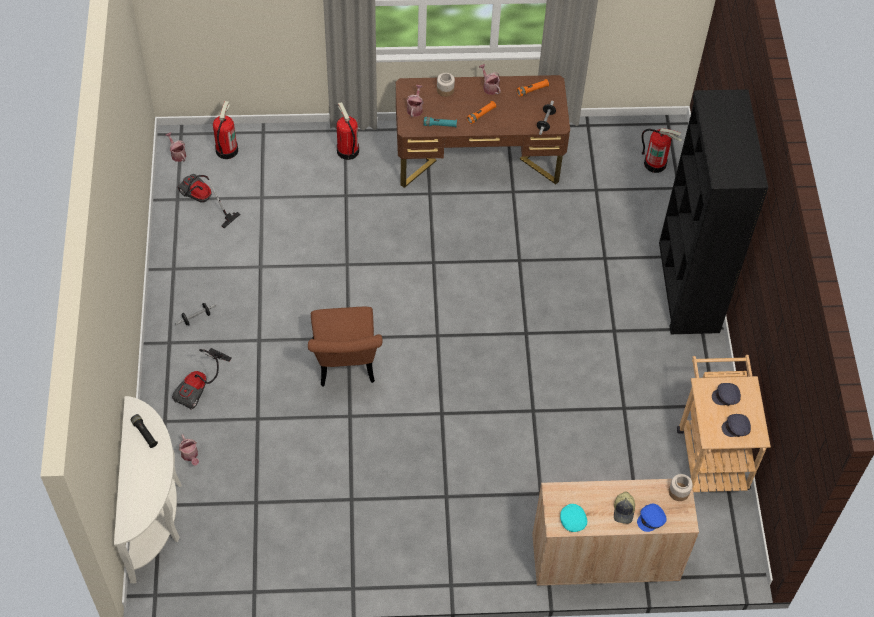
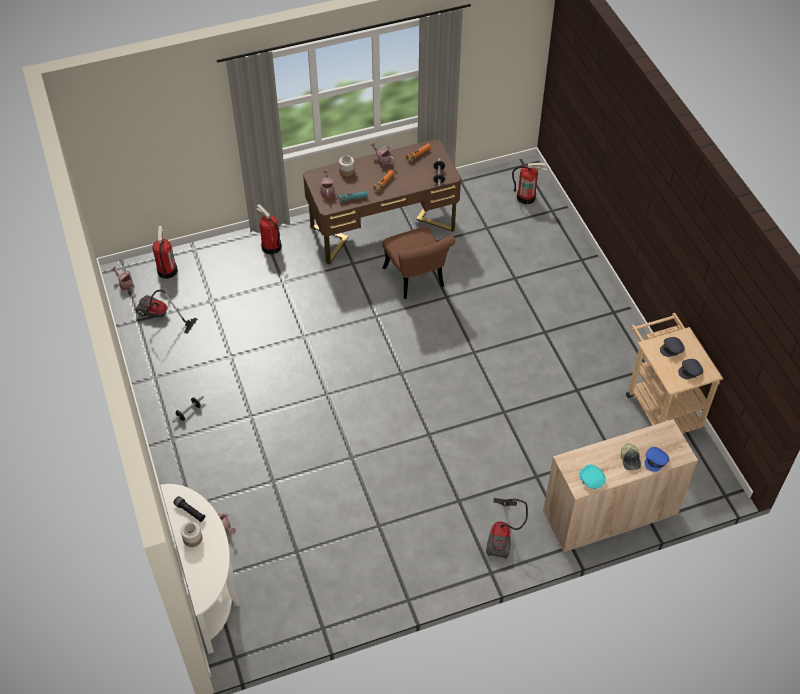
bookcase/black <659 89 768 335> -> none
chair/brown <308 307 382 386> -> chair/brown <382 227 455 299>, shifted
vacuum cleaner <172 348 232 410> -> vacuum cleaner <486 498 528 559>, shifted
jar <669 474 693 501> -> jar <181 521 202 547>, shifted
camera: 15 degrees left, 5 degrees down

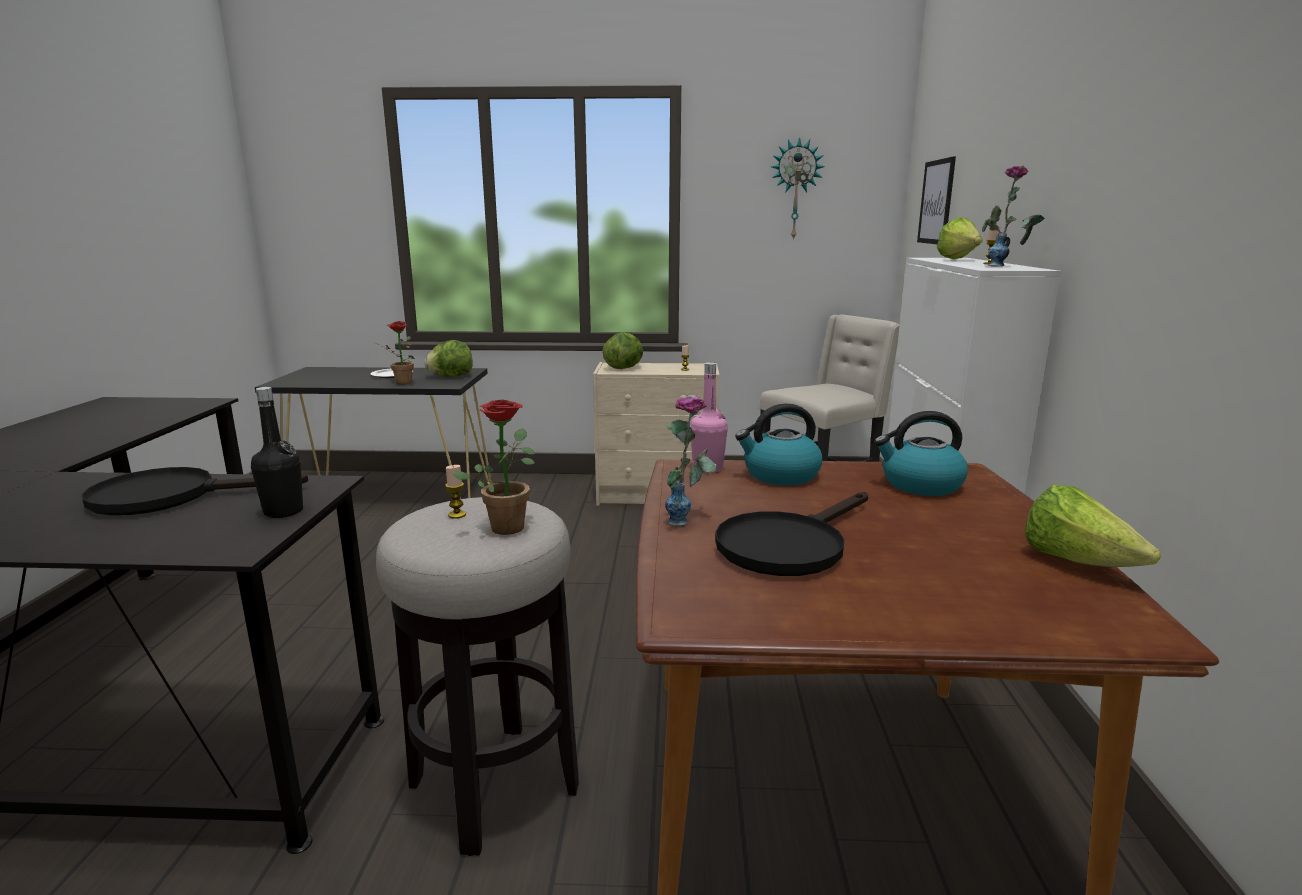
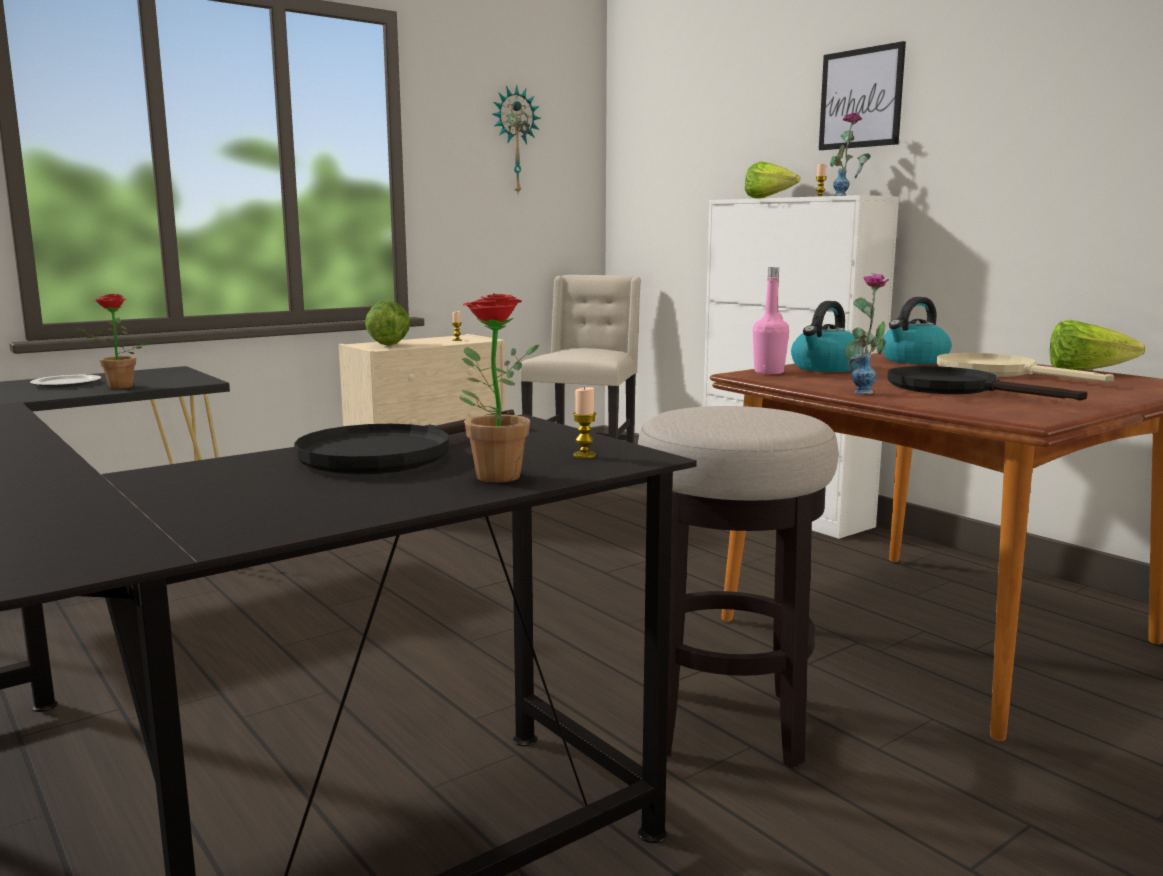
picture <917 157 956 244> -> picture <819 41 906 150>, shifted
lettuce <424 340 473 377> -> none
bottle/black <251 387 303 518> -> none
potted plant <452 400 536 535> -> potted plant <459 293 539 483>, shifted
candle <445 465 466 519> -> candle <573 387 596 458>, shifted
frying pan/black <715 492 868 576> -> frying pan/black <887 366 1088 401>, 135 degrees clockwise
none -> frying pan/beige <937 353 1114 383>
camera: 40 degrees left, 5 degrees down

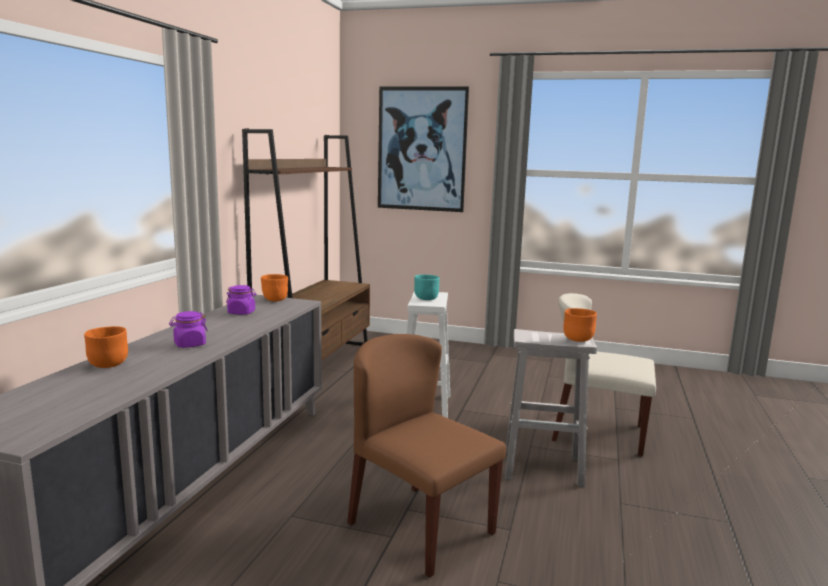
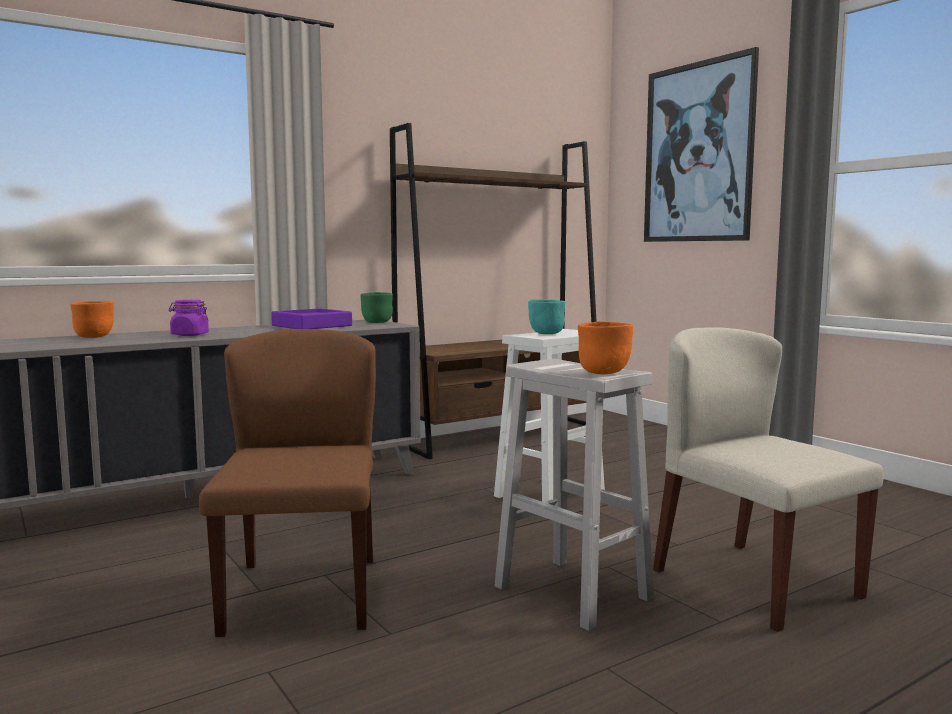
bowl/orange <261 274 288 301> -> bowl/green <361 292 393 323>
jar/purple <226 285 256 315> -> tray/purple <271 308 352 329>
camera: 40 degrees right, 5 degrees down

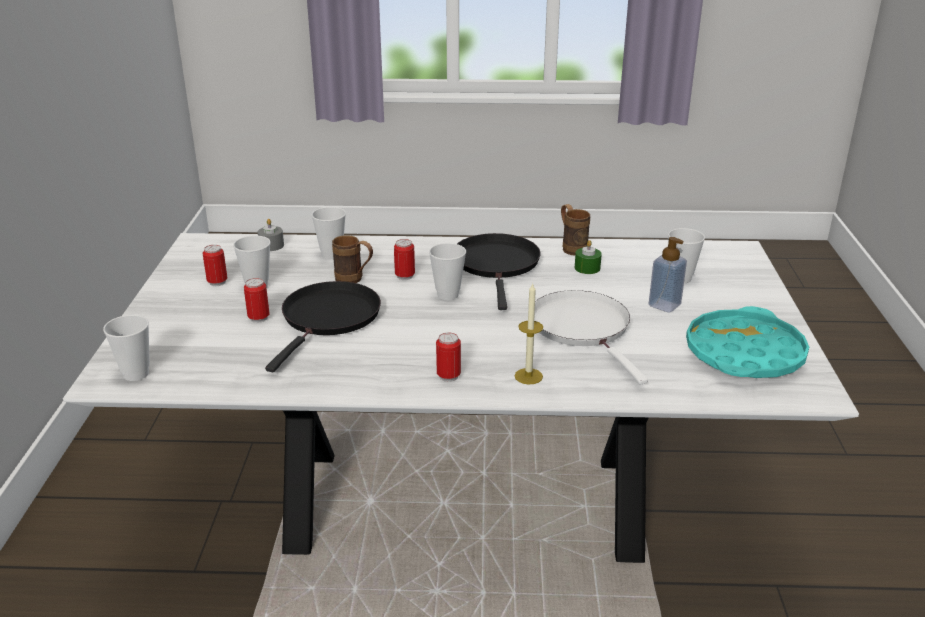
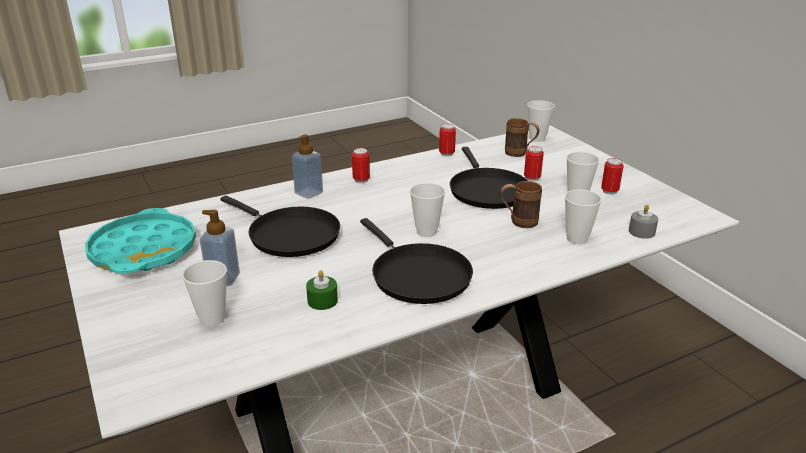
mug/brown <561 204 590 255> -> mug/brown <505 118 540 157>, shifted
can <394 239 415 280> -> can <439 124 456 157>, shifted
candle <515 282 543 384> -> soap dispenser <292 135 323 199>
frying pan/white <534 290 648 384> -> frying pan/black <221 196 340 257>
camera: 150 degrees right, 0 degrees up

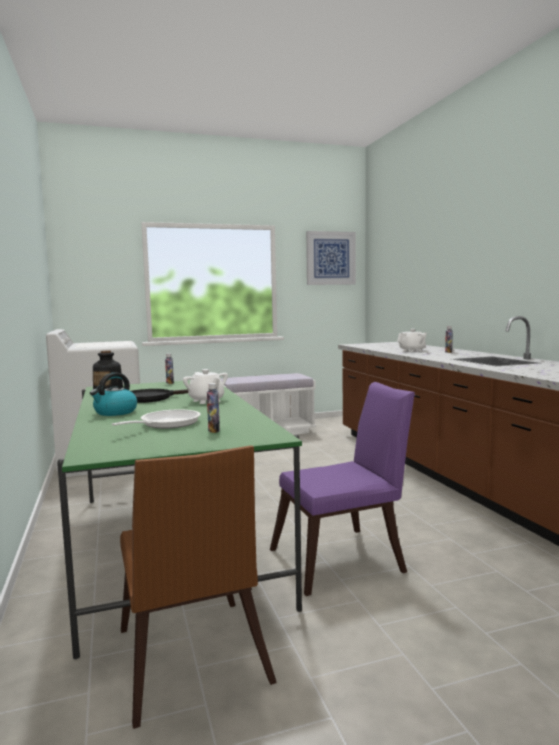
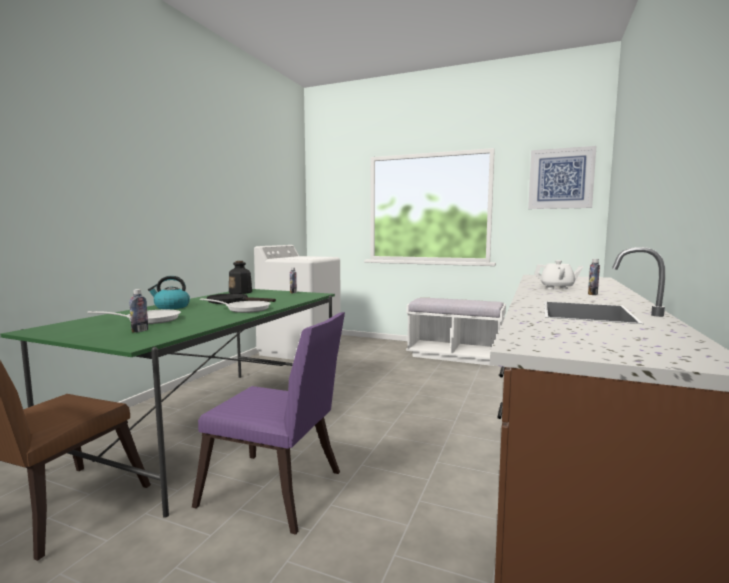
teapot/white <183 369 228 404> -> frying pan <200 298 271 313>
camera: 40 degrees right, 0 degrees up

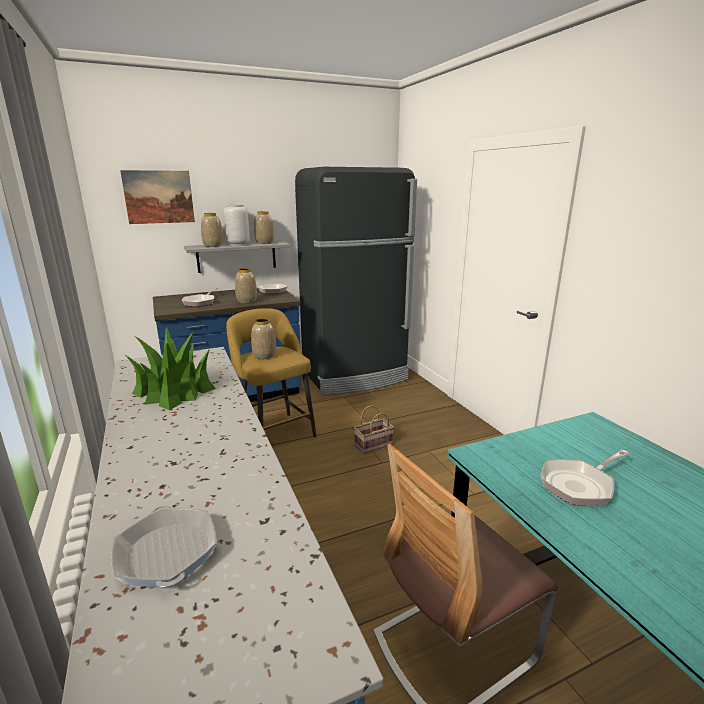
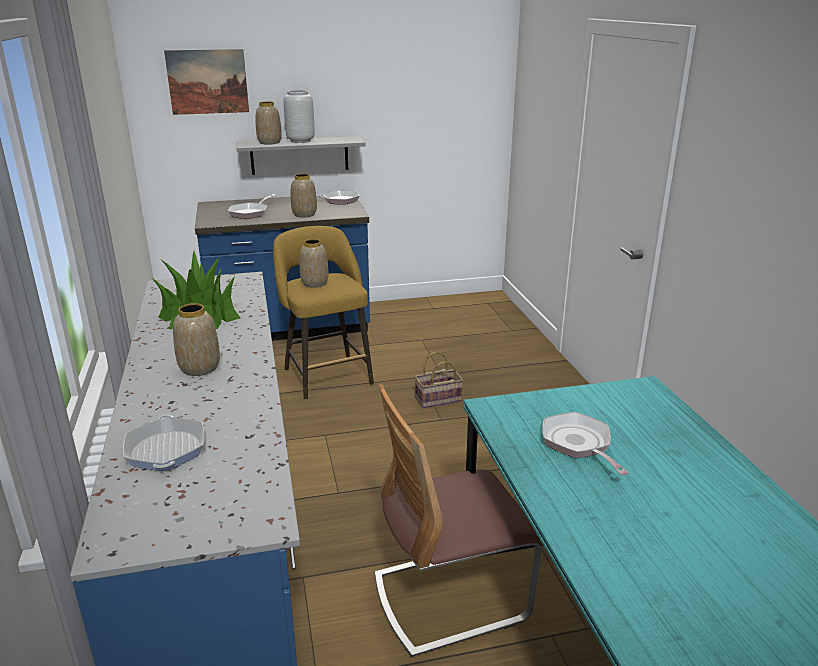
fridge/black <295 167 417 395> -> none
vase <254 211 274 244> -> vase <173 303 220 376>, shifted
frying pan <541 450 630 506> -> frying pan <543 412 629 475>, 90 degrees clockwise
camera: 10 degrees right, 5 degrees up

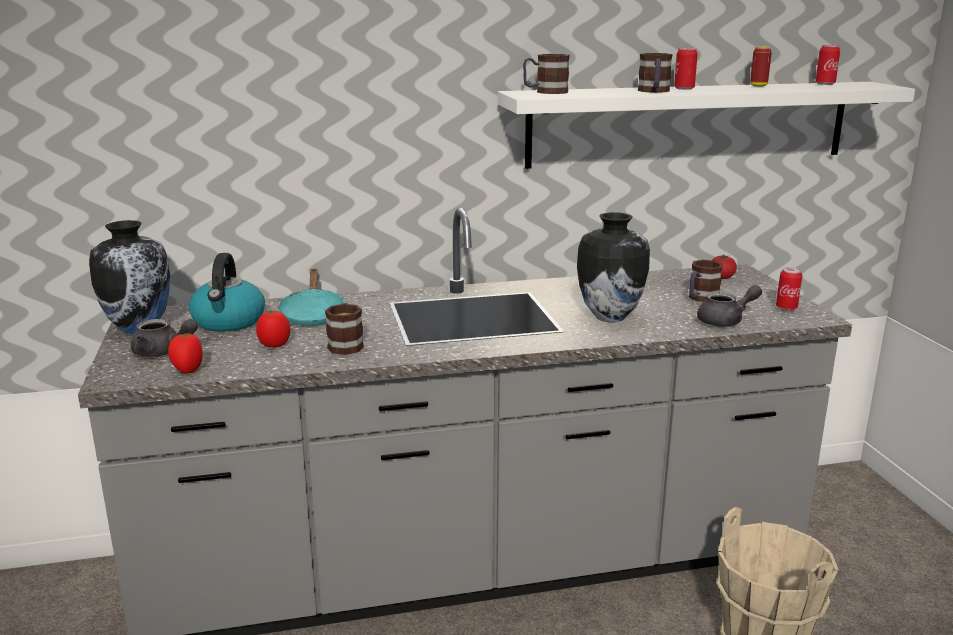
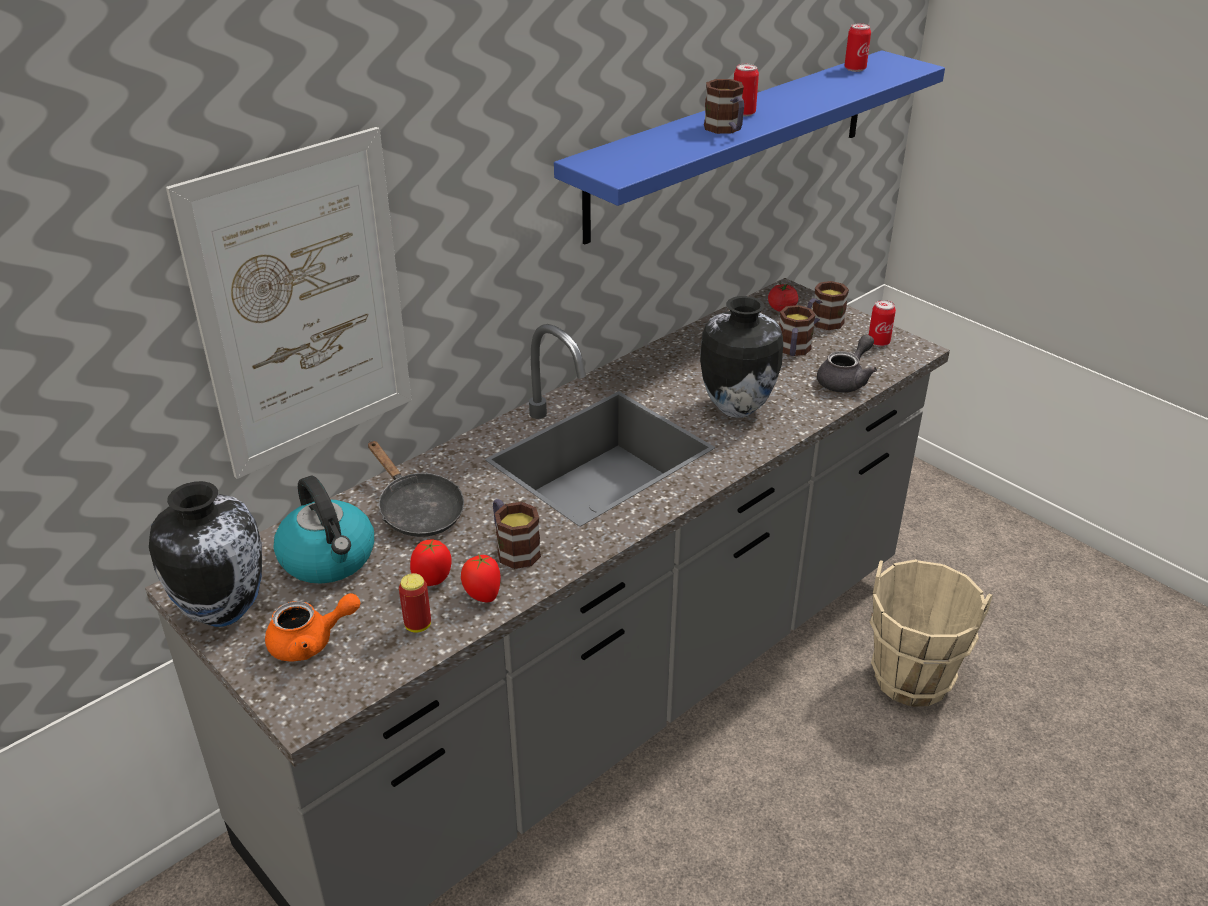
can <750 46 772 87> -> can <399 573 431 633>, shifted
mug <523 54 570 94> -> mug <807 281 849 330>, shifted
shelf/white <498 82 915 169> -> shelf/blue <554 50 945 244>
frying pan/turquoise <277 269 344 326> -> frying pan/black <368 441 464 537>
teapot/grey <131 319 198 357> -> teapot/orange <265 593 361 662>
tomato <168 332 203 374> -> tomato <461 554 501 602>, shifted
none -> picture <166 127 412 479>
camera: 30 degrees left, 15 degrees up

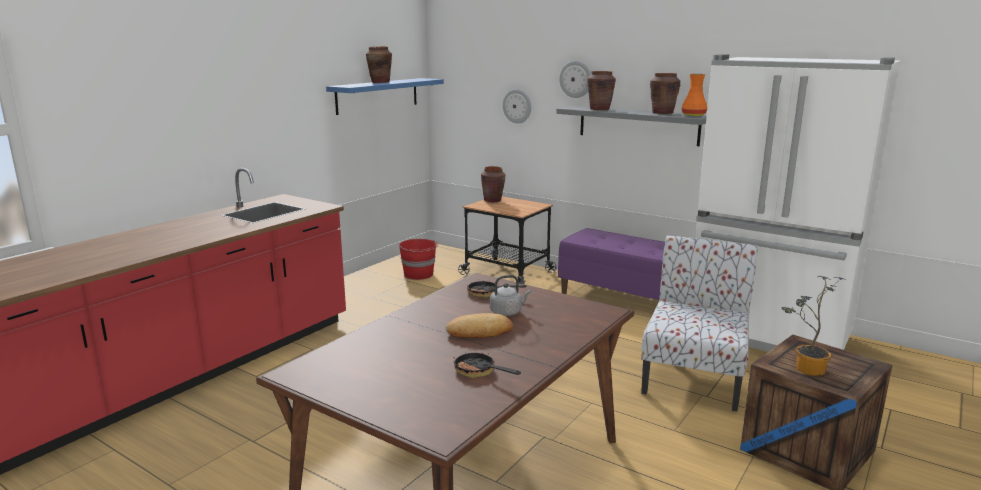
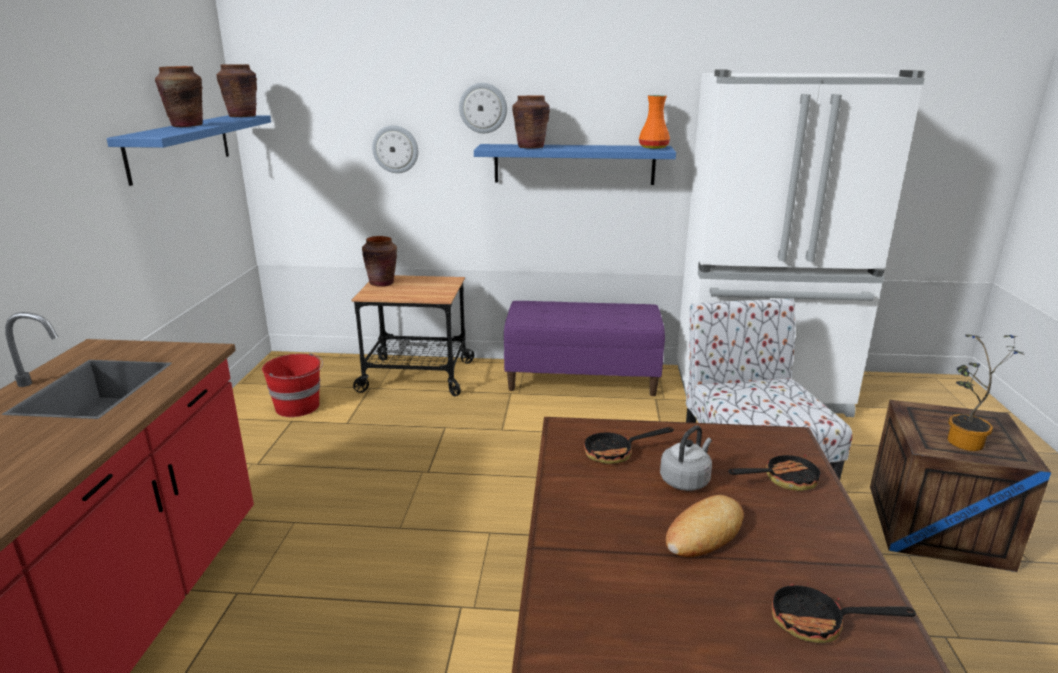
vase/brown <650 73 680 114> -> vase/brown <217 64 257 117>, shifted
shelf/grey <556 106 707 146> -> shelf/blue <474 144 676 185>
none -> frying pan <728 451 821 491>
camera: 30 degrees left, 5 degrees up

